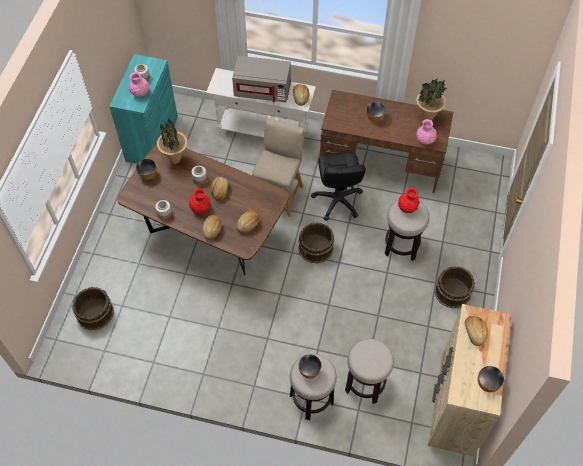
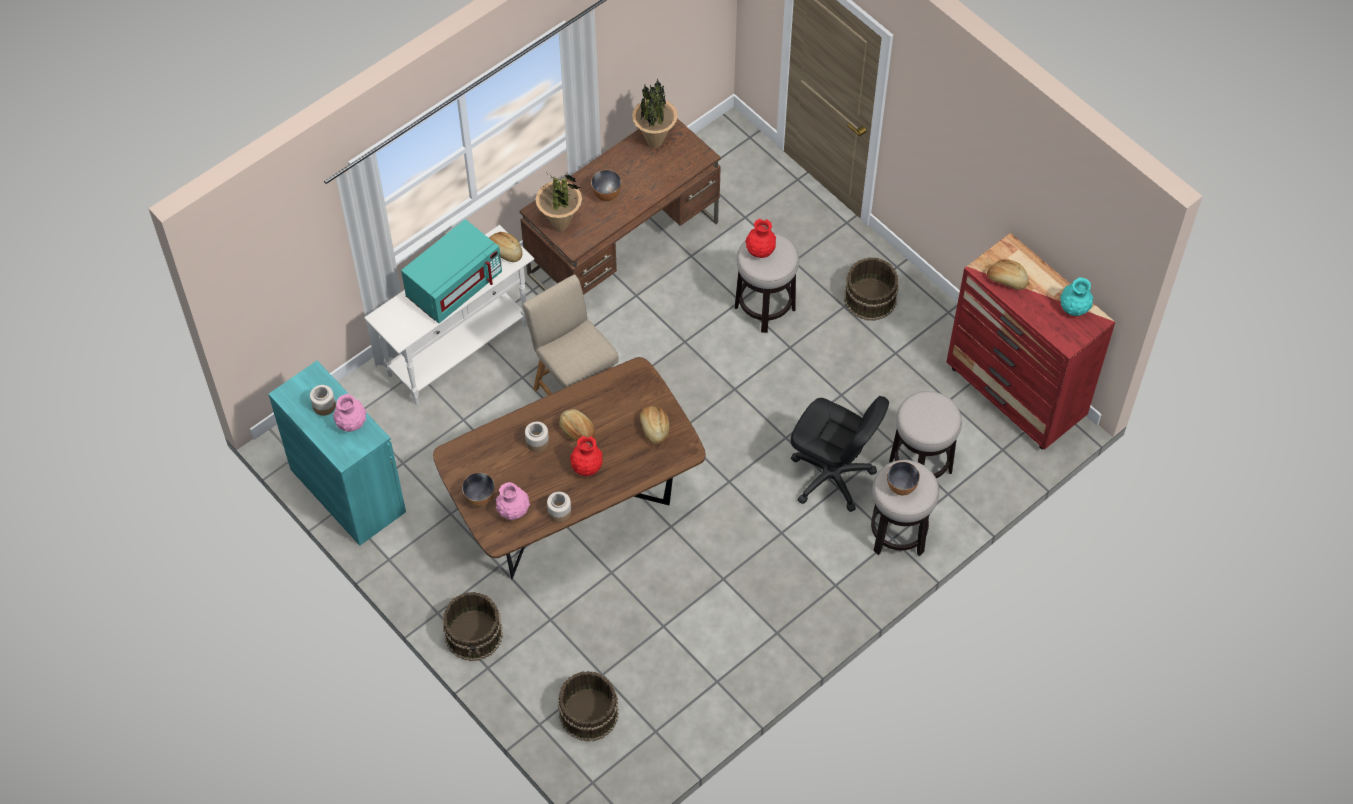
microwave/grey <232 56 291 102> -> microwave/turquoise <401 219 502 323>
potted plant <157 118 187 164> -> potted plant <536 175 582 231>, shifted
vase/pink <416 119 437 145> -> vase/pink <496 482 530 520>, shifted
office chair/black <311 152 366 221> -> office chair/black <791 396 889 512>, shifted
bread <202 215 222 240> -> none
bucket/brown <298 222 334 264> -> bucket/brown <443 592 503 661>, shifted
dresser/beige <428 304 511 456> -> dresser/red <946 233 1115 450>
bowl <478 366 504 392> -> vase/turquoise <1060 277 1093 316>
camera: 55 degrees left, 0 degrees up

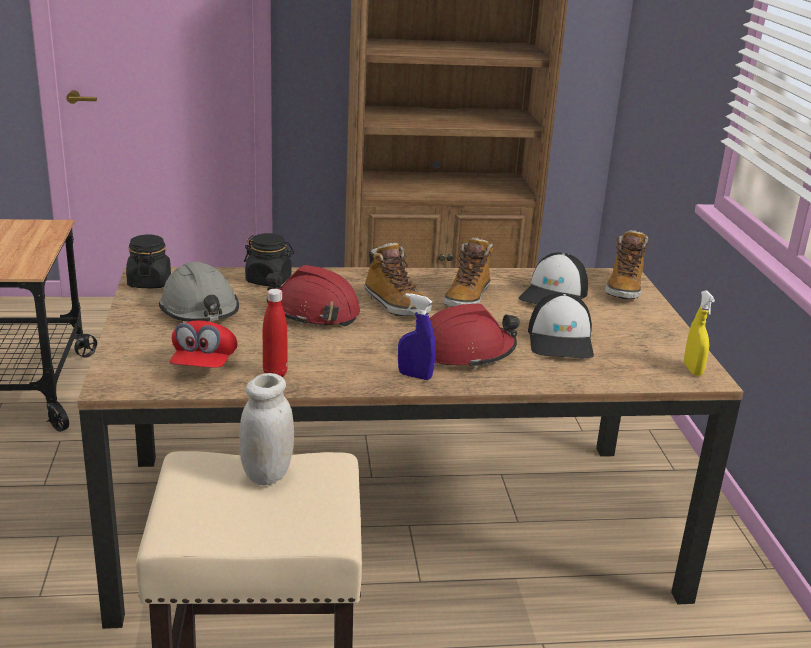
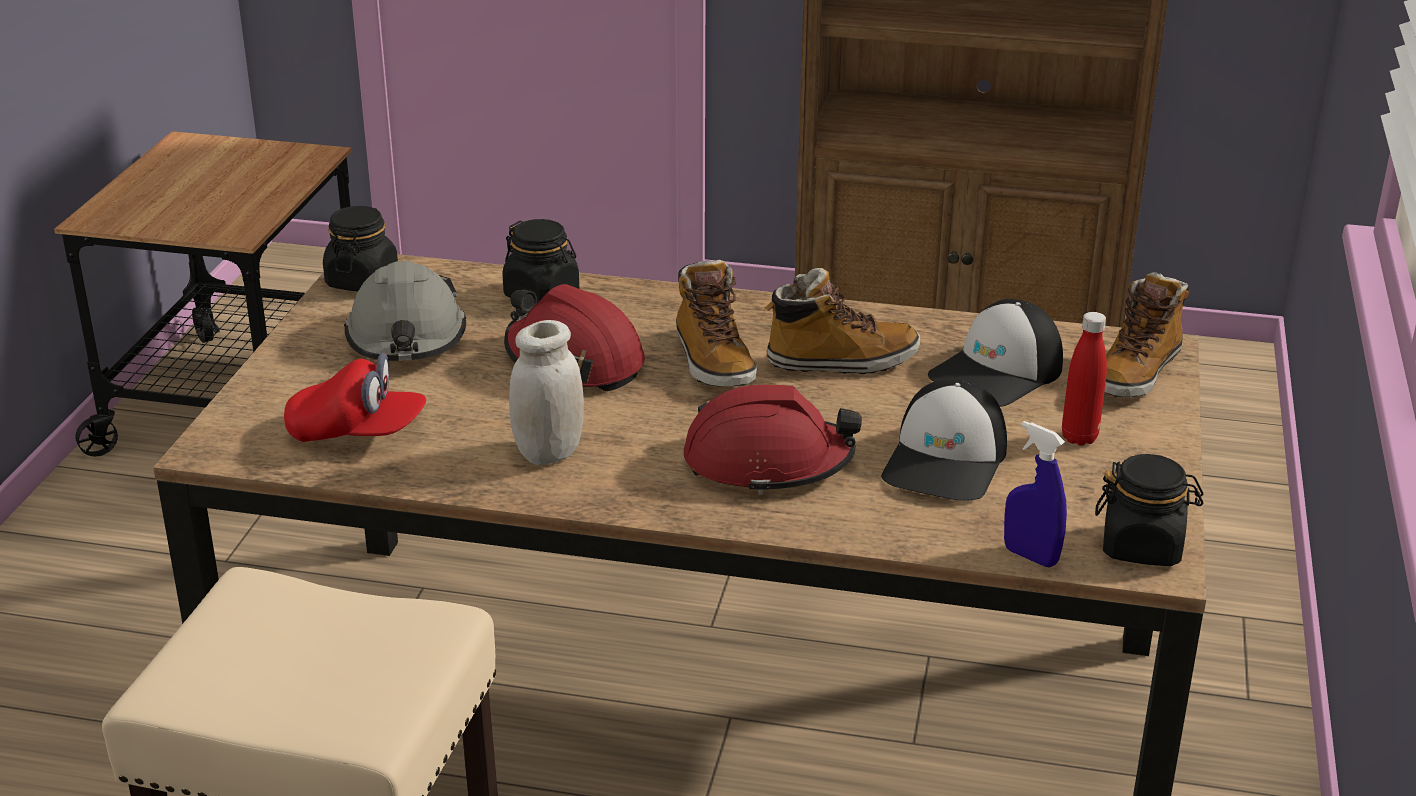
boot <443 237 493 307> -> boot <765 268 920 374>, 135 degrees counterclockwise
bottle/red <263 289 288 377> -> bottle/red <1062 312 1107 446>, shifted
spray bottle/yellow <684 290 715 376> -> jar/black <1095 454 1203 566>
spray bottle/blue <398 293 436 380> -> spray bottle/blue <1004 421 1067 568>, shifted
cap/red <170 321 238 368> -> cap/red <284 353 426 442>, 105 degrees counterclockwise
jar/white <239 373 294 486> -> jar/white <509 320 584 465>, shifted
camera: 20 degrees right, 5 degrees up

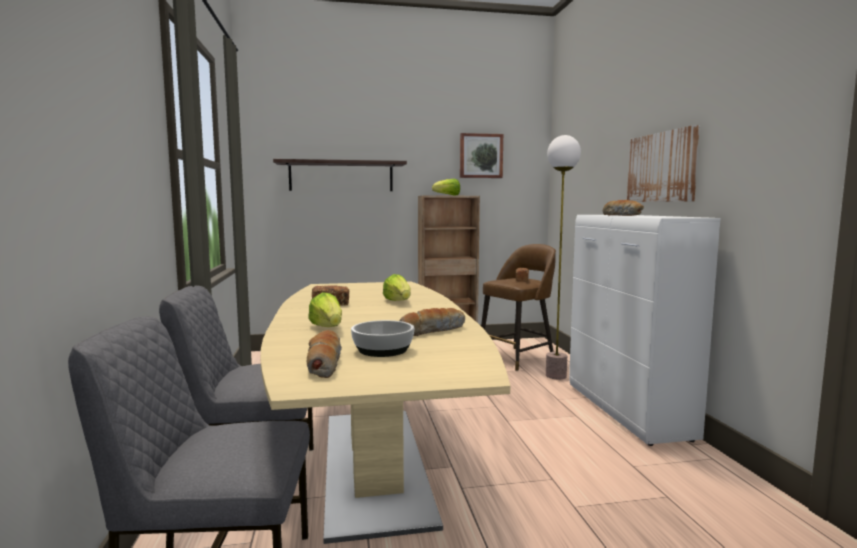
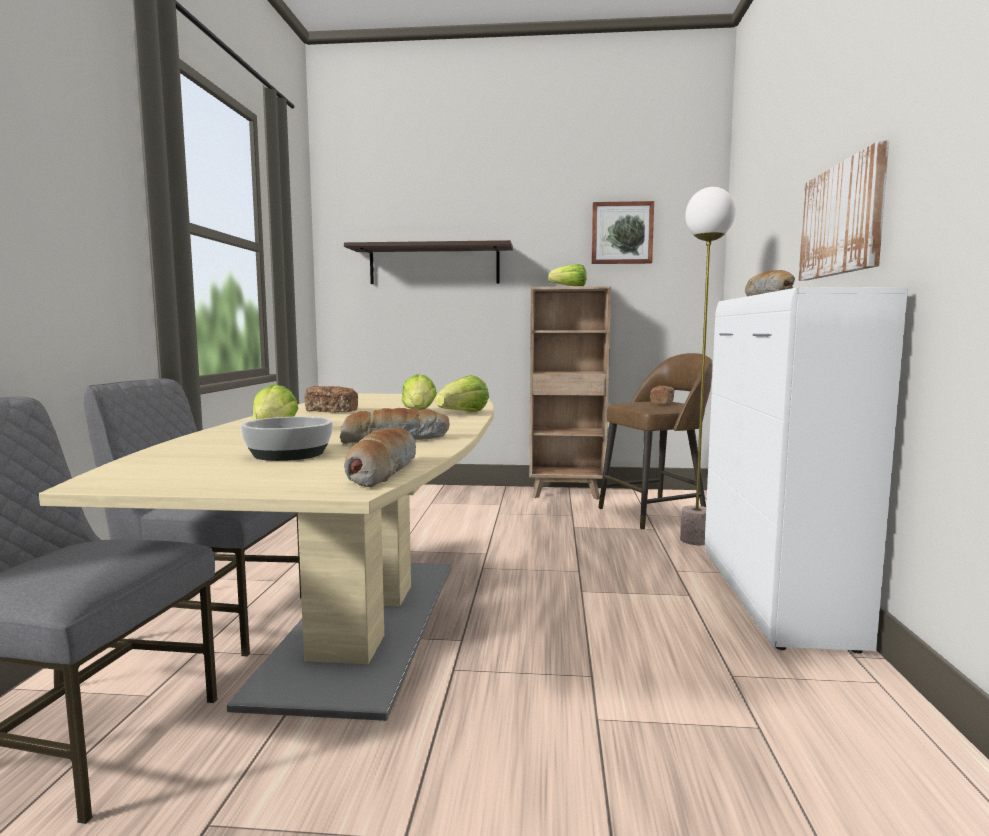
bread <307 330 342 378> -> bread <344 427 416 488>, shifted
none -> lettuce <435 375 489 412>
camera: 15 degrees right, 0 degrees up

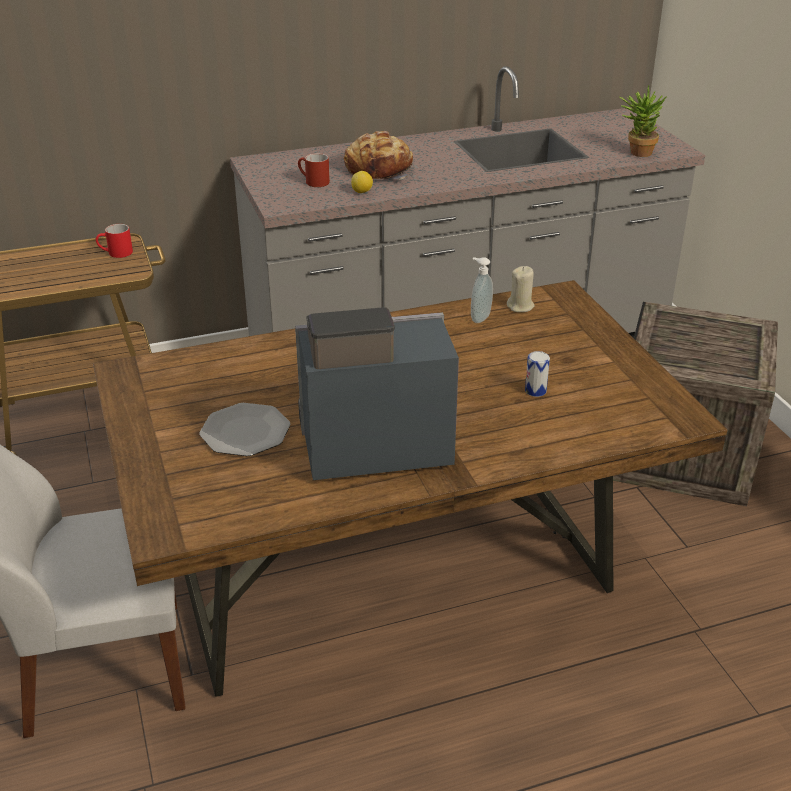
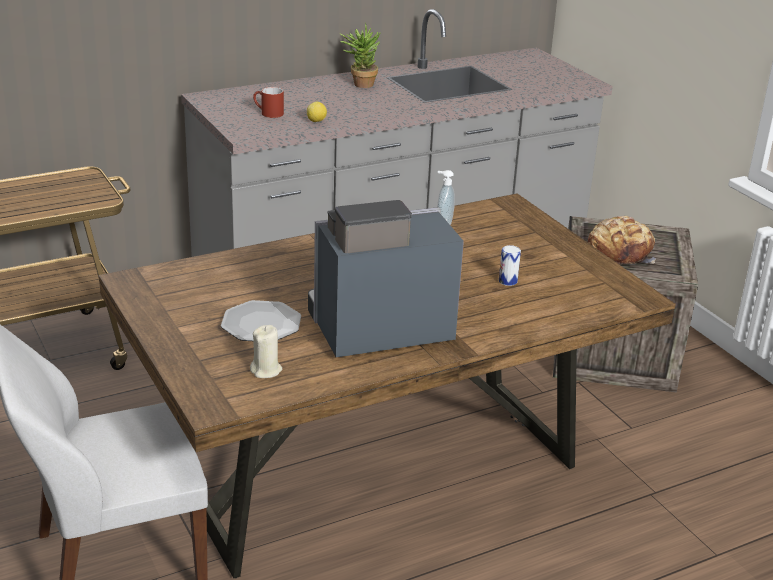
potted plant <619 85 667 157> -> potted plant <340 23 381 88>, shifted
bread <344 131 413 179> -> bread <588 216 656 264>, shifted
mug/red <96 224 133 258> -> none
candle/beige <507 266 535 312> -> candle/beige <250 325 282 378>, shifted
camera: 10 degrees left, 5 degrees down

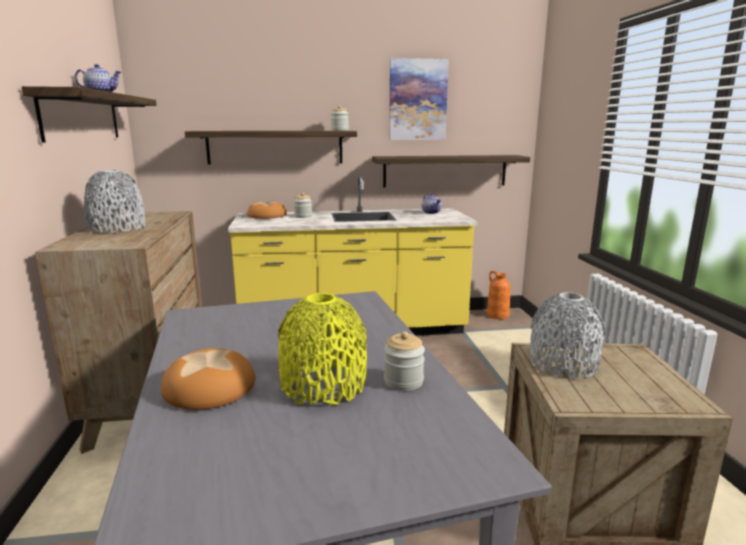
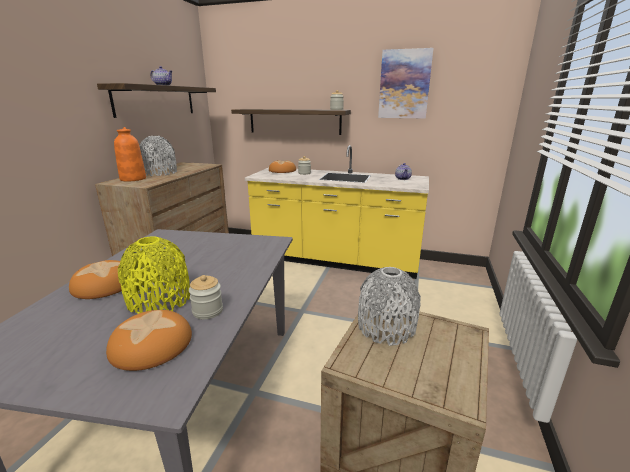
shelf <372 155 530 187> -> none
vase/orange <487 271 510 319> -> vase/orange <114 127 146 181>, shifted
none -> bread <106 310 192 371>
camera: 25 degrees right, 5 degrees up

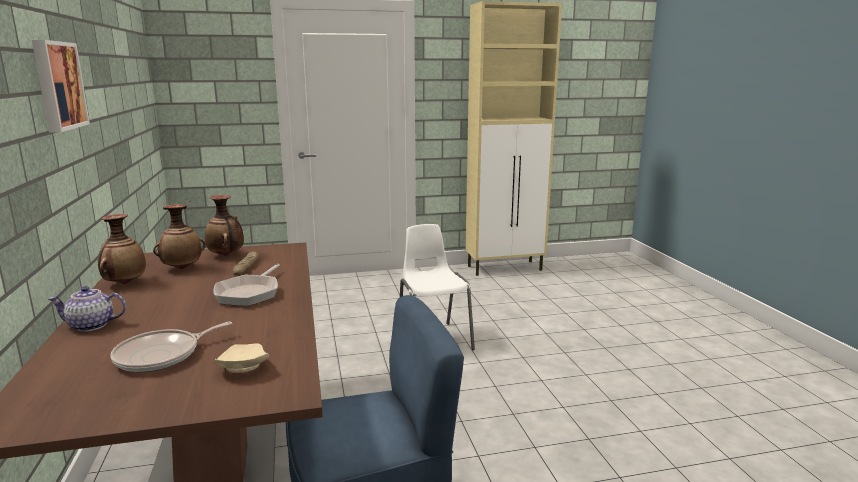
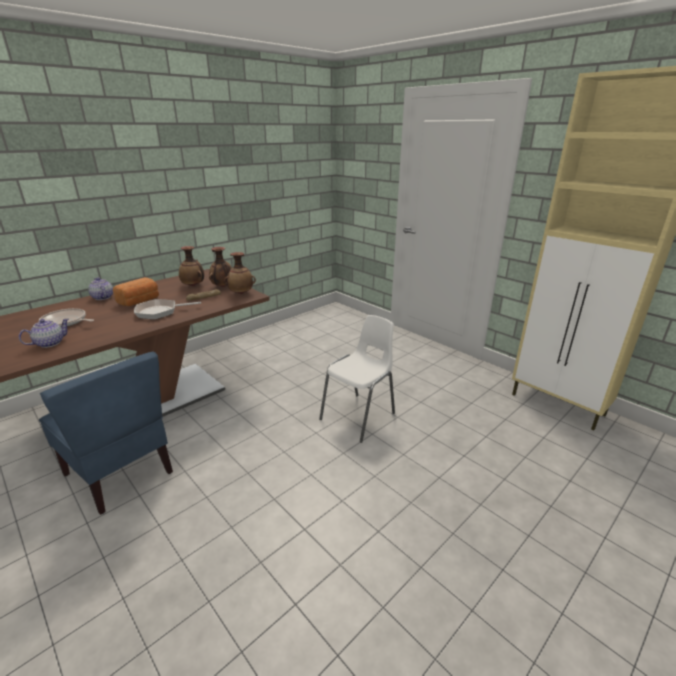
picture <32 40 90 133> -> none
vase <98 214 146 284> -> vase <224 252 256 294>, shifted
plate/beige <214 343 269 373> -> teapot <19 318 69 348>
none -> bread <113 277 159 306>
camera: 60 degrees right, 10 degrees up

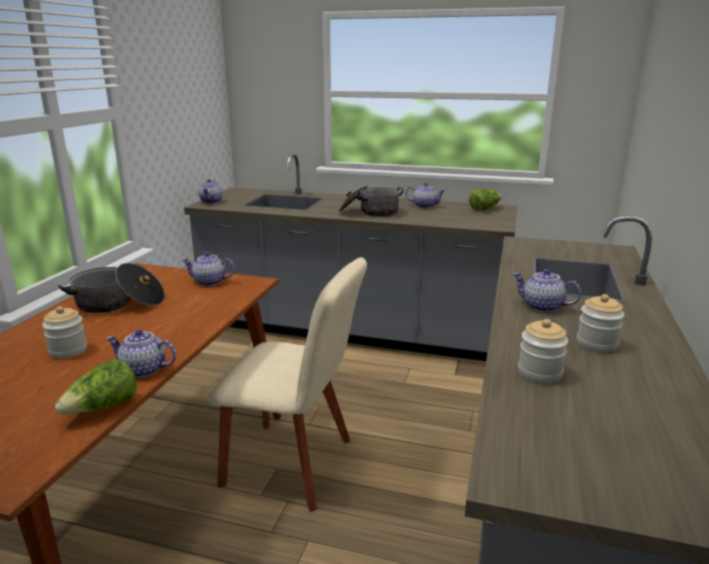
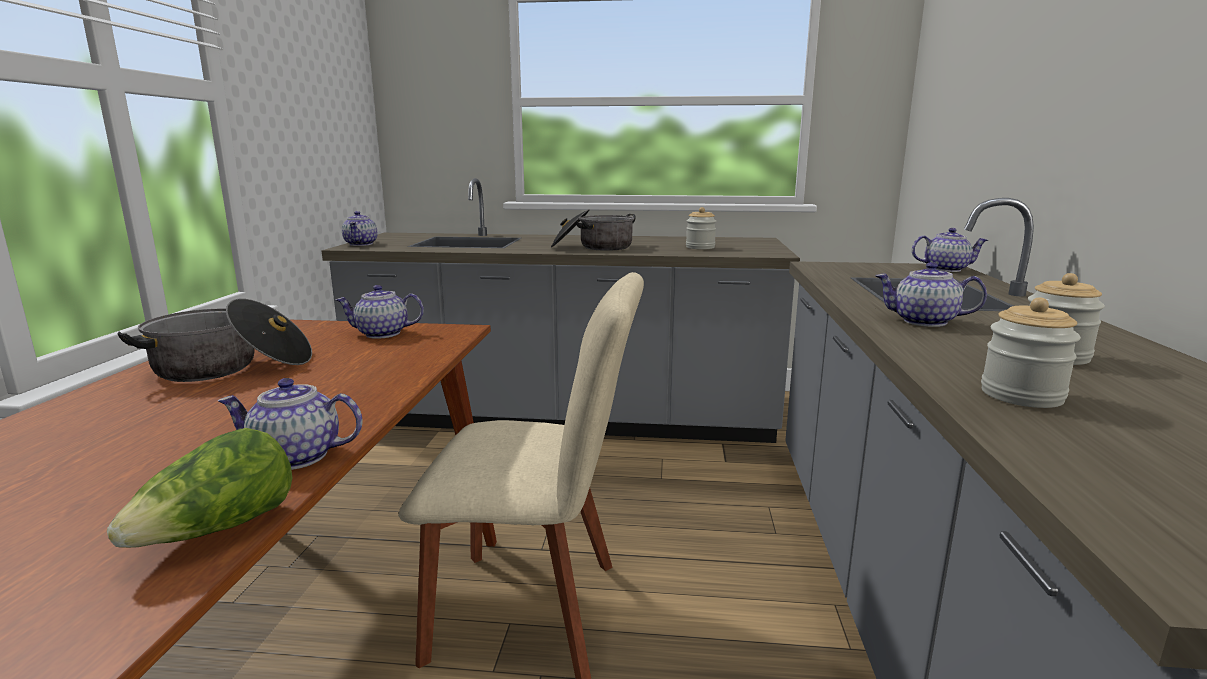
teapot <405 183 446 208> -> teapot <912 228 988 272>, shifted
lettuce <469 189 502 211> -> none
jar <42 306 87 359> -> jar <686 207 716 249>, shifted
camera: 10 degrees left, 5 degrees down

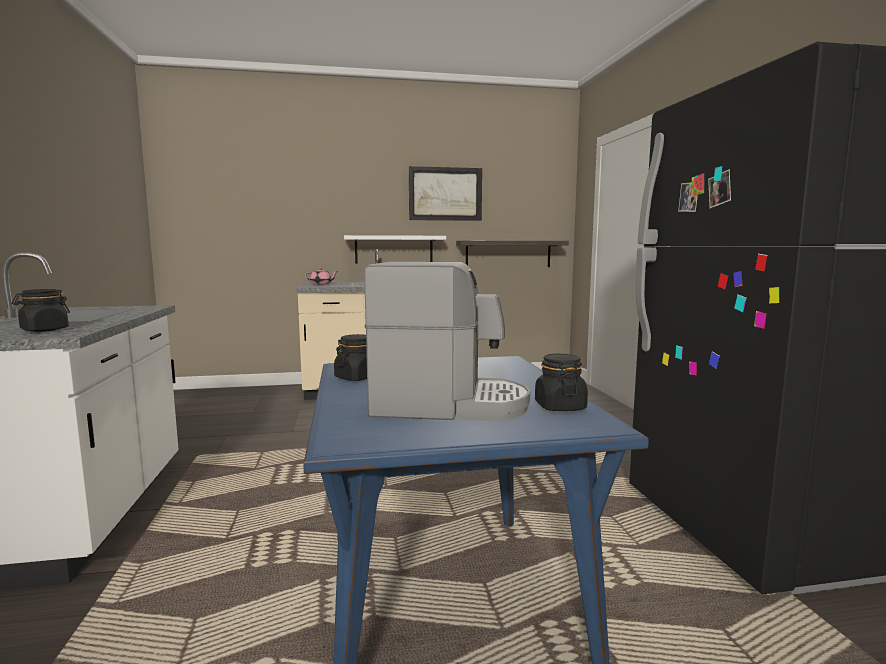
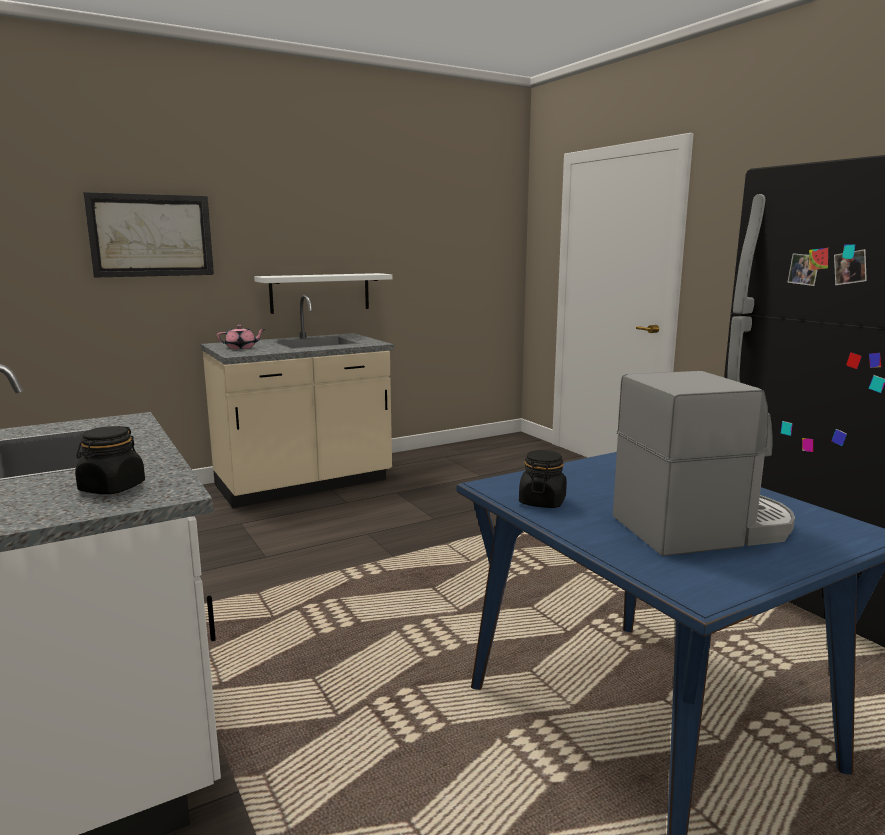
picture <409 166 482 221> -> picture <83 192 214 278>, shifted
shelf <456 241 569 267> -> none
jar/black <535 354 588 411> -> none
camera: 20 degrees left, 5 degrees up

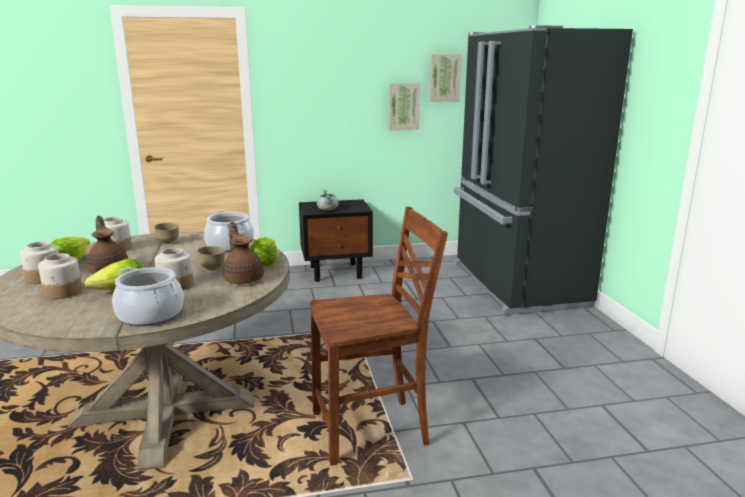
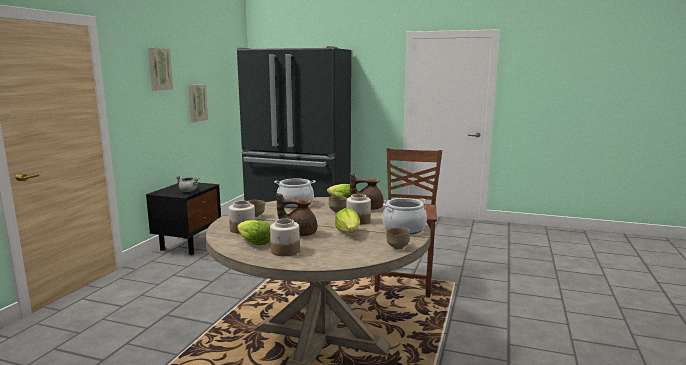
picture <429 54 462 102> -> picture <148 48 173 91>, shifted
jar <38 253 82 299> -> none
none -> bowl/brown <386 227 410 249>
camera: 60 degrees left, 5 degrees down

